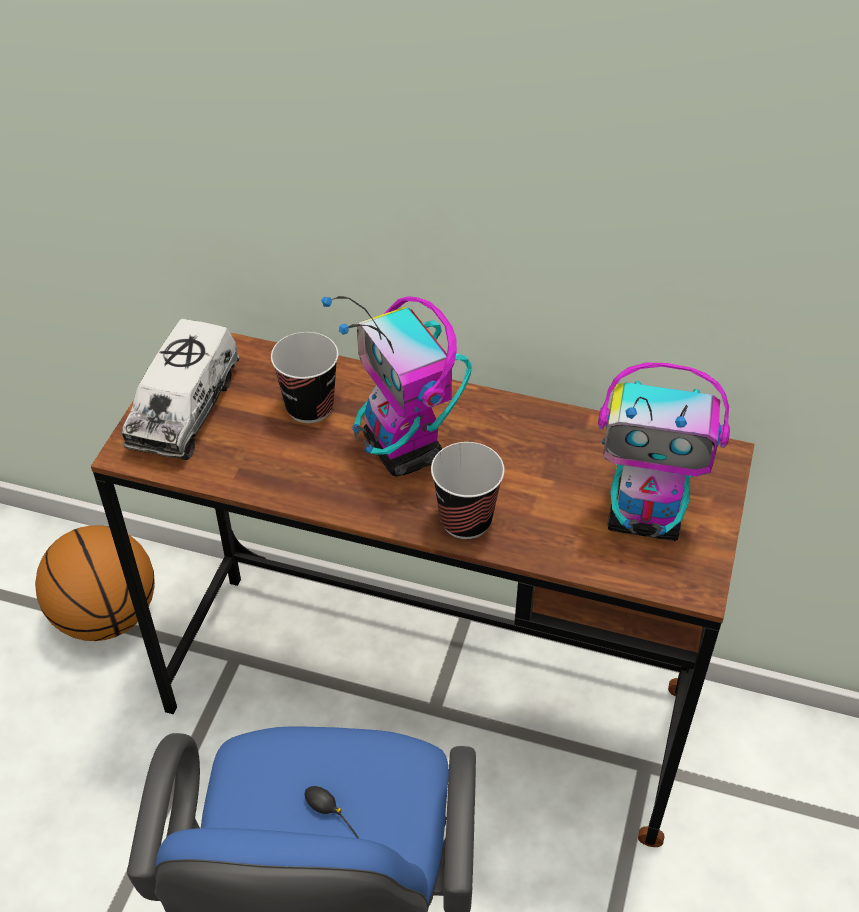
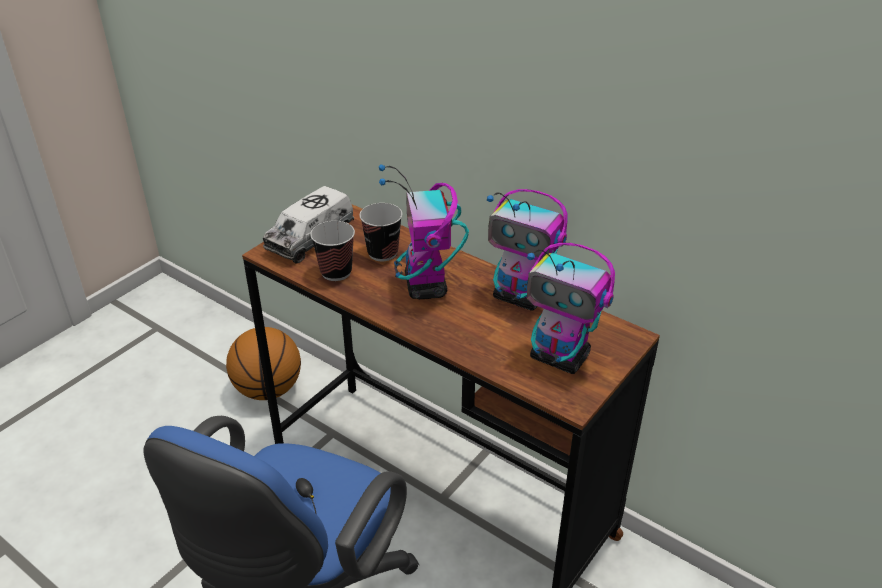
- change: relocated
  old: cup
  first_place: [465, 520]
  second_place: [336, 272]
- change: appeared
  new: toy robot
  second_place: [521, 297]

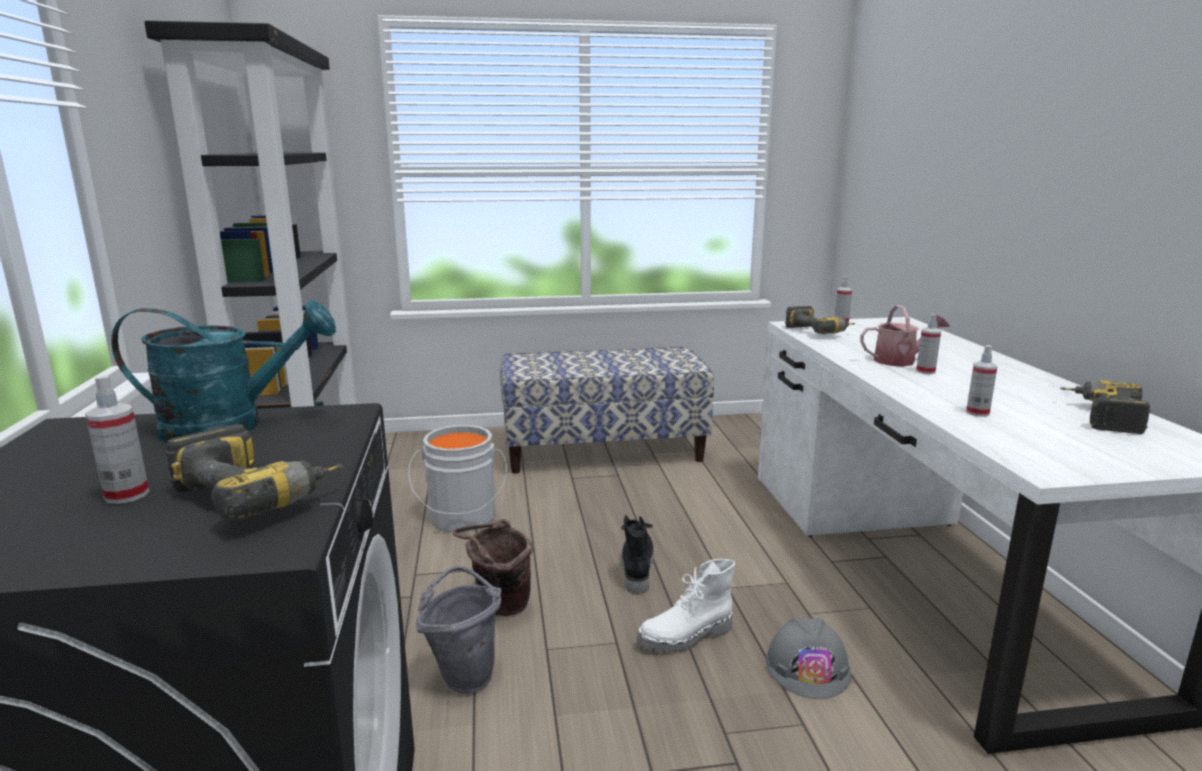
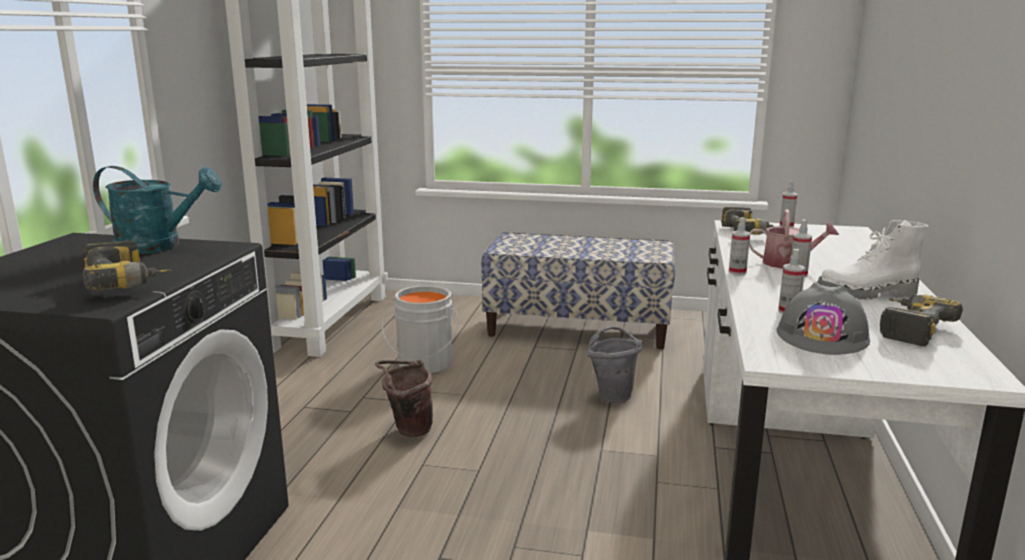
- change: relocated
  old: spray bottle
  first_place: [127, 495]
  second_place: [737, 272]
- change: missing
  old: black boot
  first_place: [636, 568]
- change: relocated
  old: white boot
  first_place: [686, 638]
  second_place: [867, 294]
- change: relocated
  old: grey bucket
  first_place: [464, 674]
  second_place: [613, 395]
- change: relocated
  old: grey hard hat
  first_place: [808, 667]
  second_place: [822, 336]

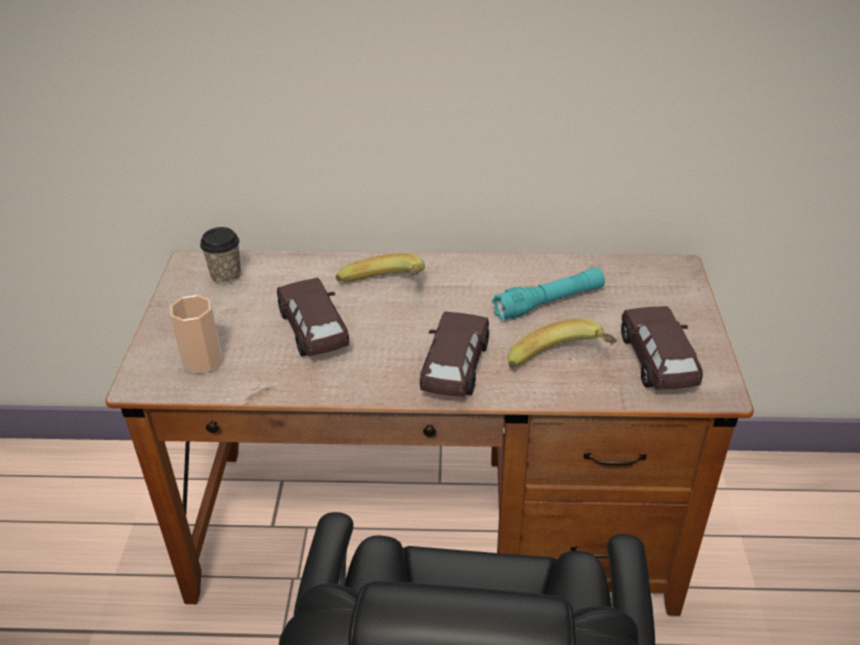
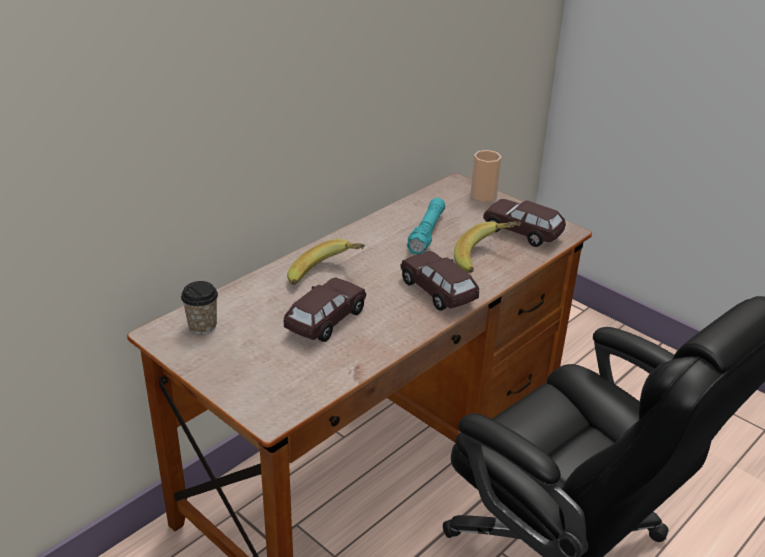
- change: spun
  old: brown toy car
  first_place: [314, 330]
  second_place: [325, 321]
  degrees: 105
- change: relocated
  old: cup
  first_place: [202, 360]
  second_place: [483, 195]

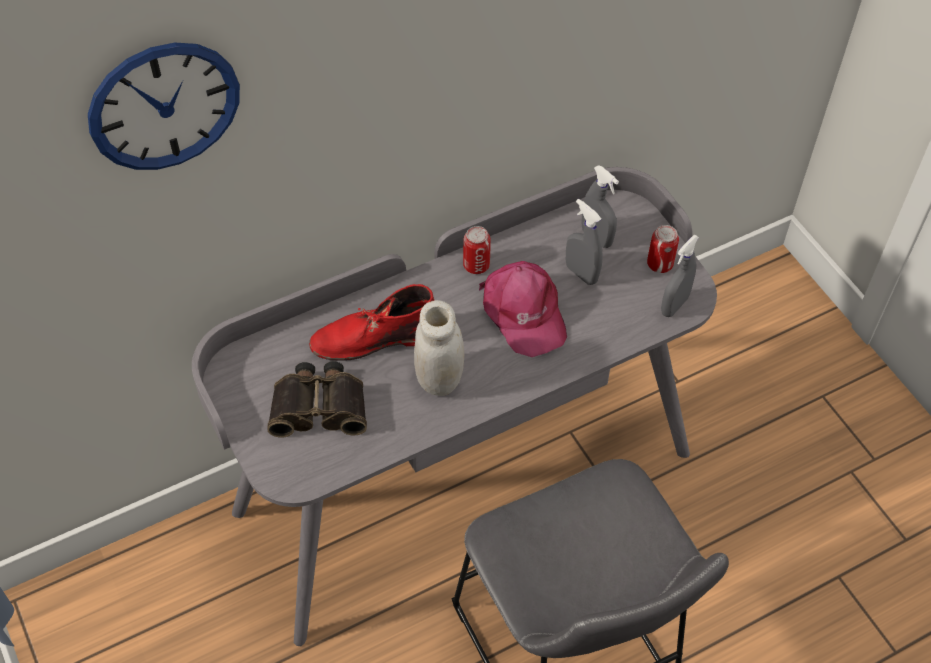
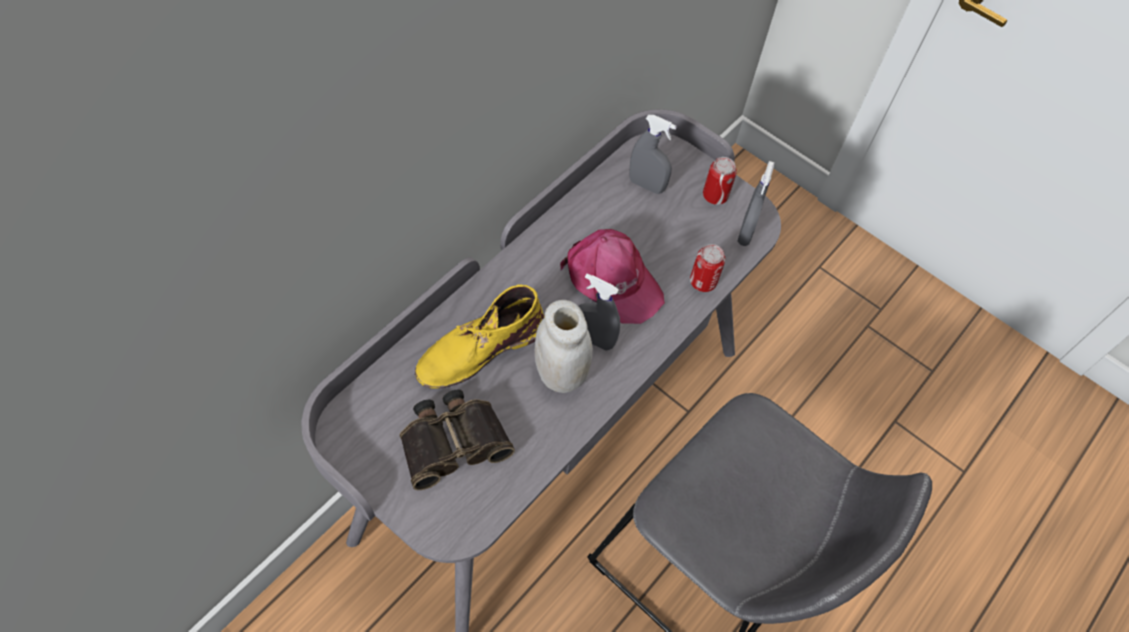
- change: missing
  old: wall clock
  first_place: [164, 106]
- change: relocated
  old: grey spray bottle
  first_place: [581, 273]
  second_place: [594, 339]
- change: relocated
  old: can
  first_place: [476, 265]
  second_place: [703, 281]
- change: colour
  old: red boot
  new: yellow boot
  first_place: [376, 337]
  second_place: [479, 349]

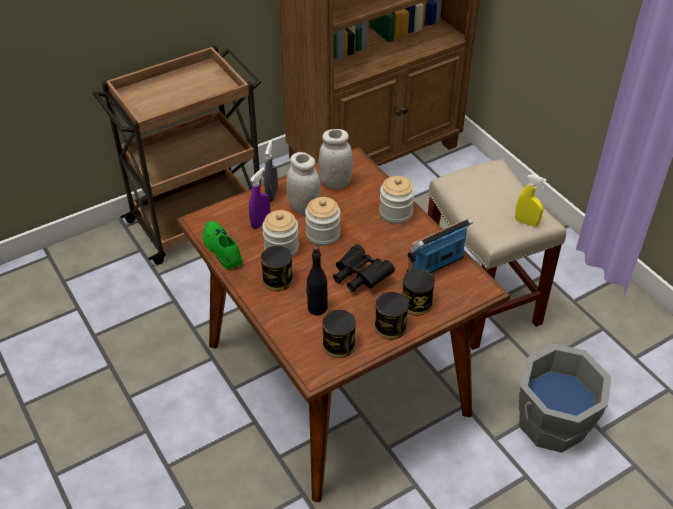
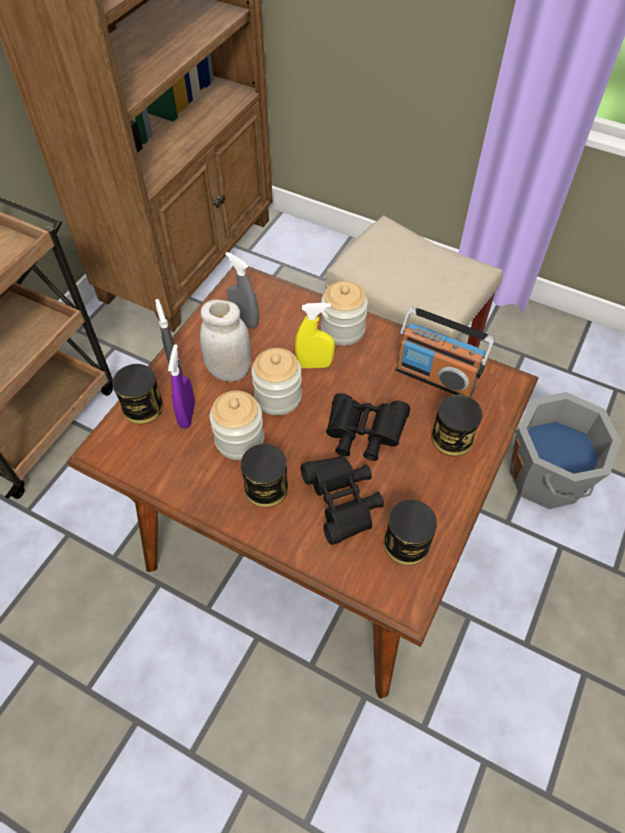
- change: exchanged
  old: white jar
  new: grey spray bottle
  first_place: [335, 183]
  second_place: [244, 321]
- change: relocated
  old: yellow spray bottle
  first_place: [526, 222]
  second_place: [314, 364]
- change: spun
  old: radio
  first_place: [435, 265]
  second_place: [435, 377]
  degrees: -90
- change: missing
  old: green shoe
  first_place: [222, 249]
- change: exchanged
  old: black bottle
  new: black binoculars
  first_place: [317, 308]
  second_place: [343, 504]
- change: relocated
  old: can
  first_place: [390, 327]
  second_place: [143, 407]

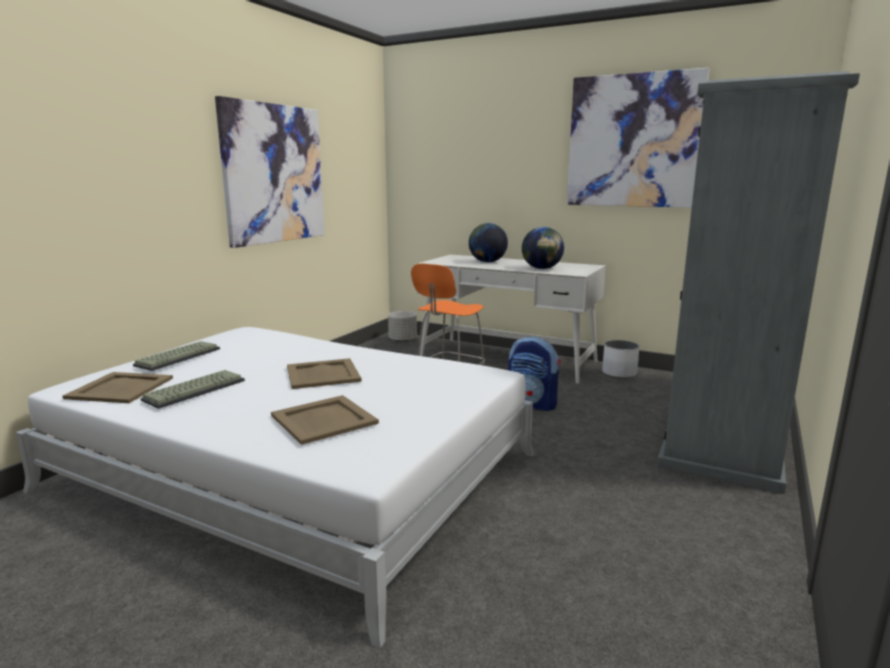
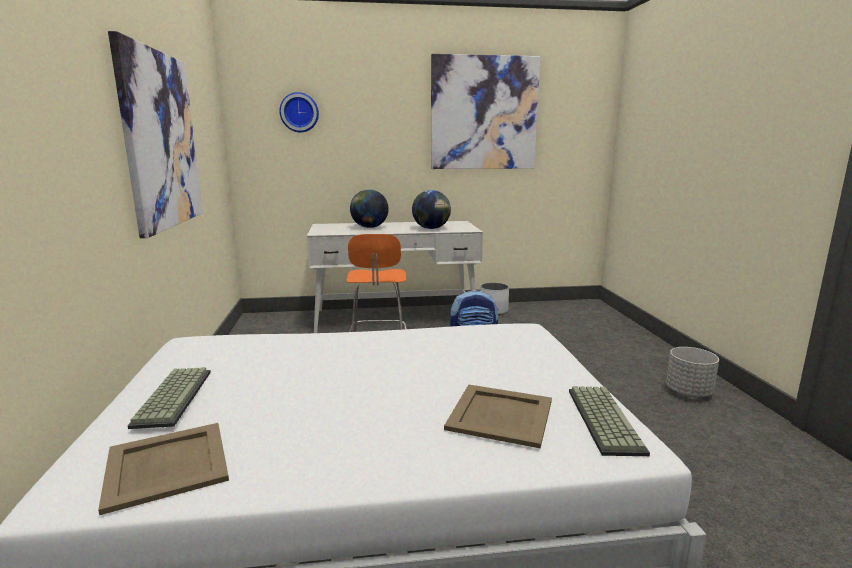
- change: missing
  old: grey wardrobe
  first_place: [726, 423]
- change: relocated
  old: grey planter
  first_place: [402, 340]
  second_place: [688, 392]
- change: missing
  old: beige tray
  first_place: [322, 374]
- change: relocated
  old: keyboard
  first_place: [195, 389]
  second_place: [601, 419]
- change: appeared
  new: wall clock
  second_place: [299, 112]

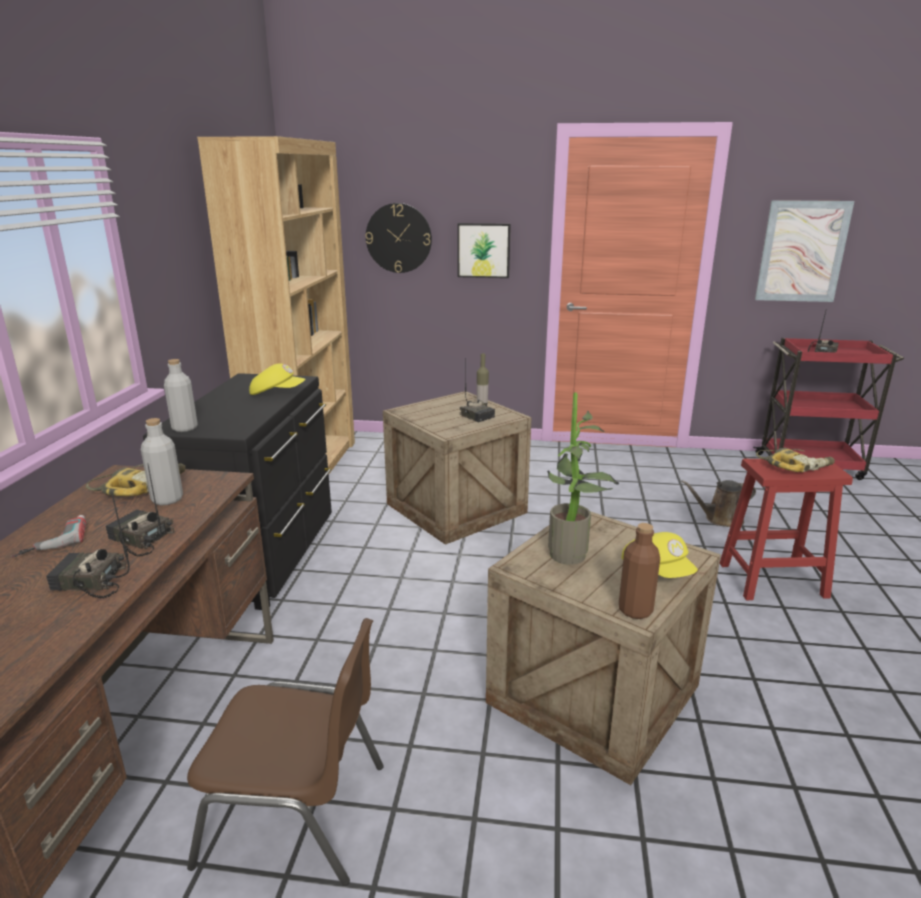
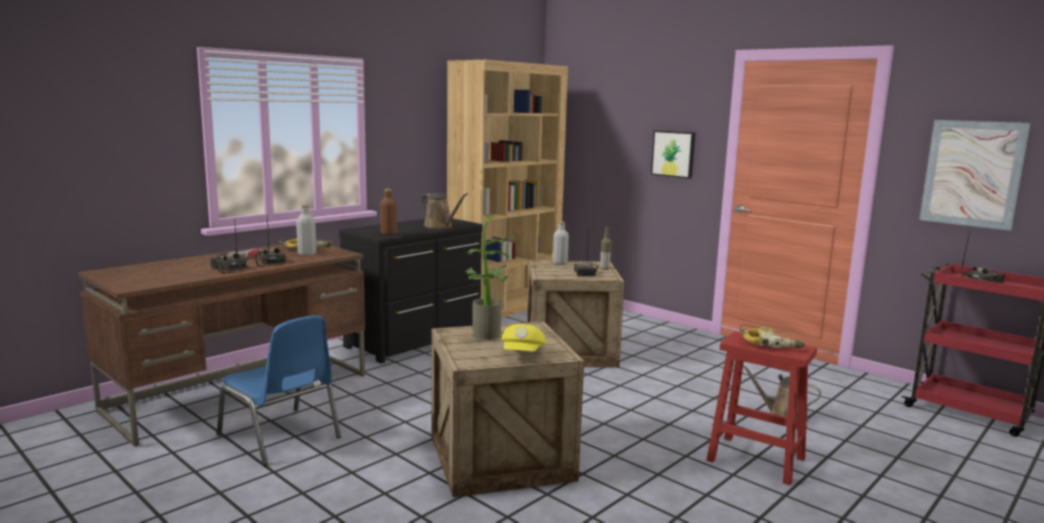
- change: missing
  old: wall clock
  first_place: [398, 238]
- change: relocated
  old: grey bottle
  first_place: [185, 428]
  second_place: [560, 263]
- change: exchanged
  old: yellow cap
  new: brown watering can
  first_place: [277, 393]
  second_place: [440, 226]
- change: relocated
  old: brown bottle
  first_place: [635, 610]
  second_place: [388, 234]
- change: colour
  old: brown chair
  new: blue chair
  first_place: [297, 813]
  second_place: [281, 437]

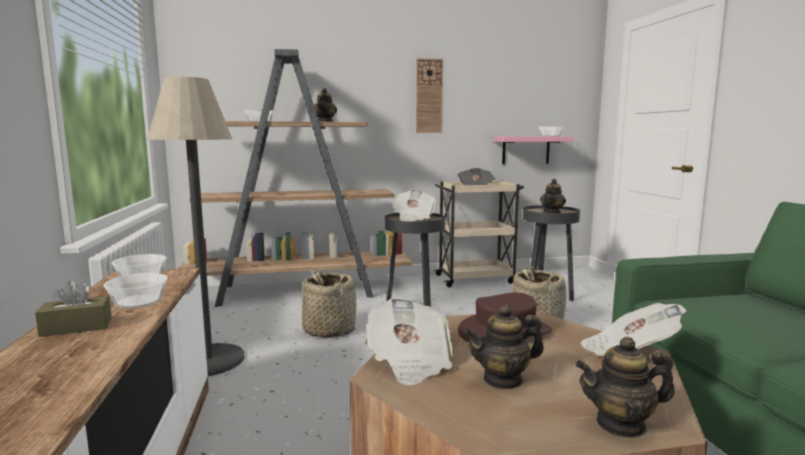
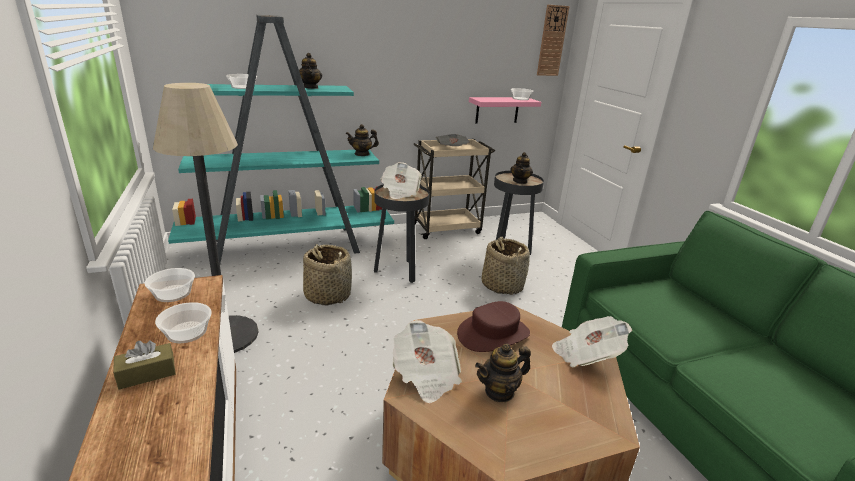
- change: colour
  old: brown bookcase
  new: turquoise bookcase
  first_place: [299, 291]
  second_place: [290, 246]
- change: relocated
  old: wall clock
  first_place: [429, 96]
  second_place: [552, 41]
- change: relocated
  old: teapot
  first_place: [621, 424]
  second_place: [362, 154]

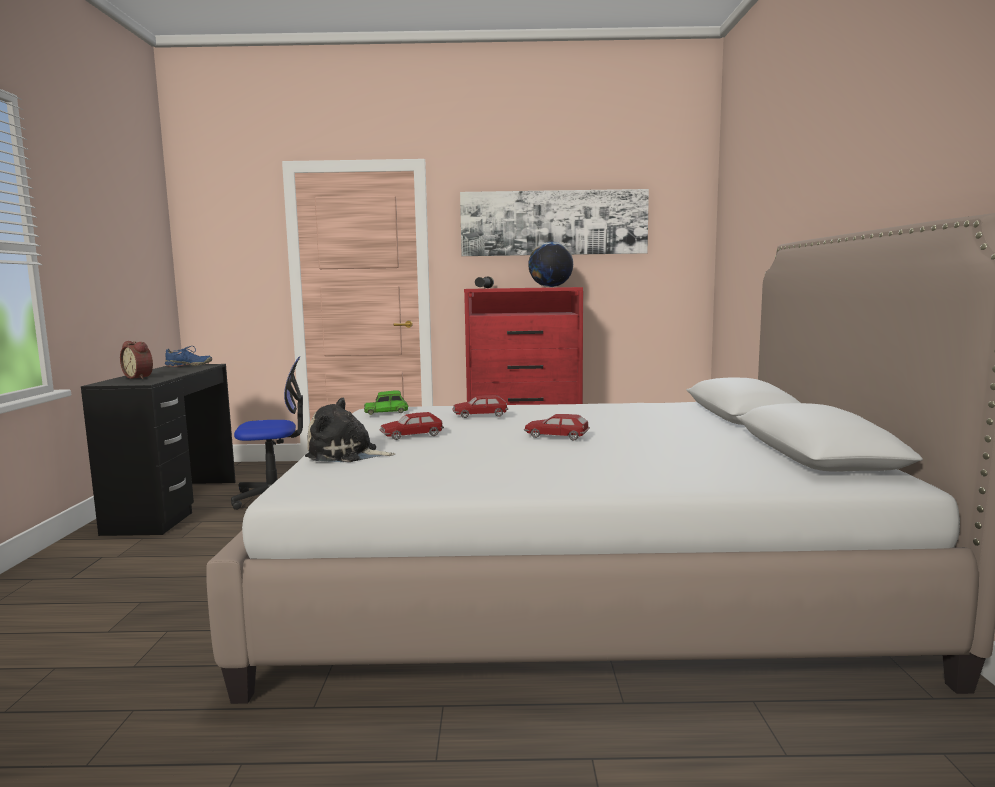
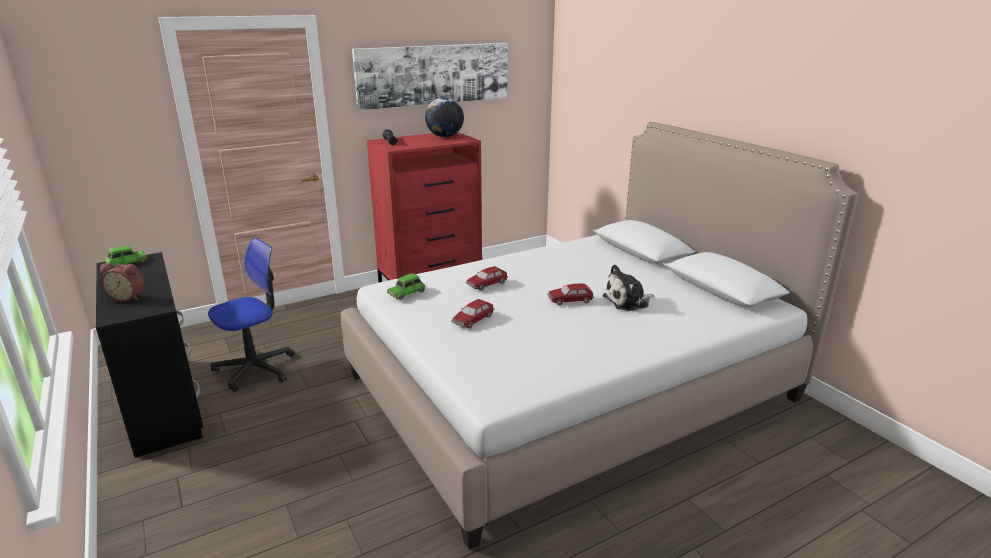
- change: exchanged
  old: blue shoe
  new: green toy car
  first_place: [188, 365]
  second_place: [127, 262]
- change: relocated
  old: plush toy
  first_place: [346, 455]
  second_place: [628, 301]

